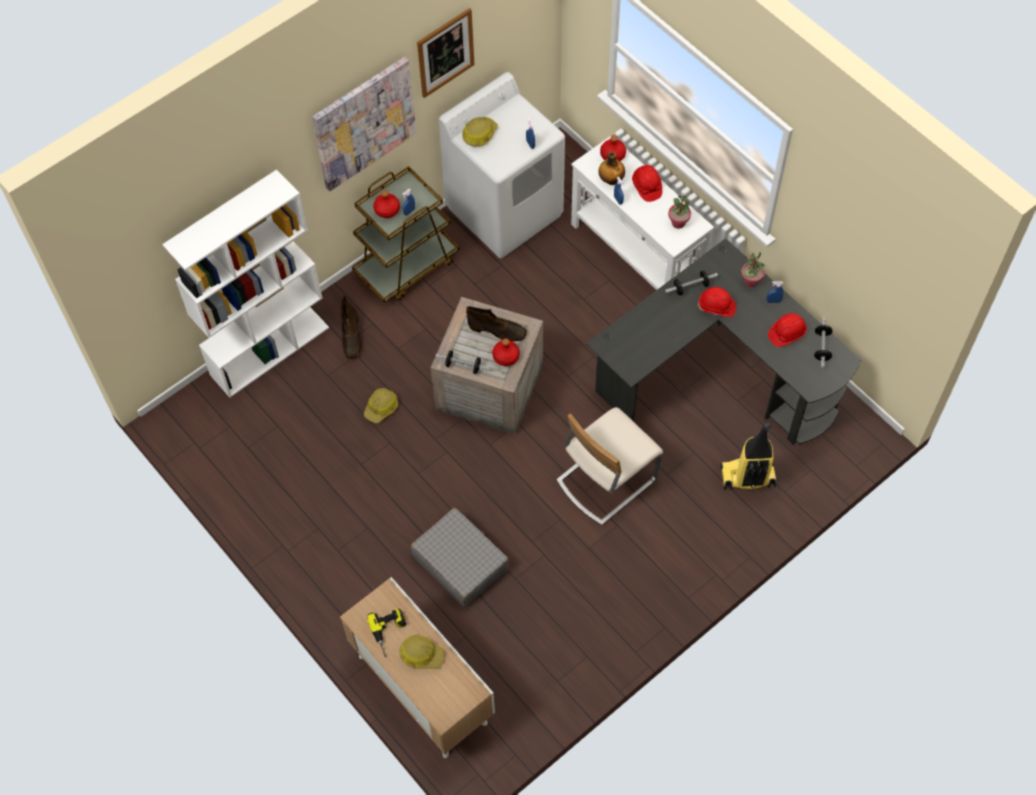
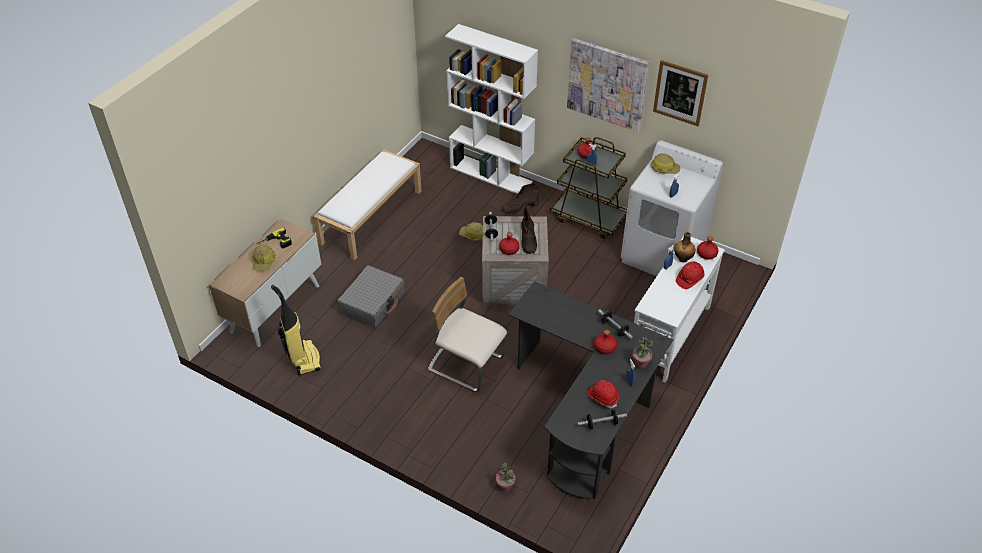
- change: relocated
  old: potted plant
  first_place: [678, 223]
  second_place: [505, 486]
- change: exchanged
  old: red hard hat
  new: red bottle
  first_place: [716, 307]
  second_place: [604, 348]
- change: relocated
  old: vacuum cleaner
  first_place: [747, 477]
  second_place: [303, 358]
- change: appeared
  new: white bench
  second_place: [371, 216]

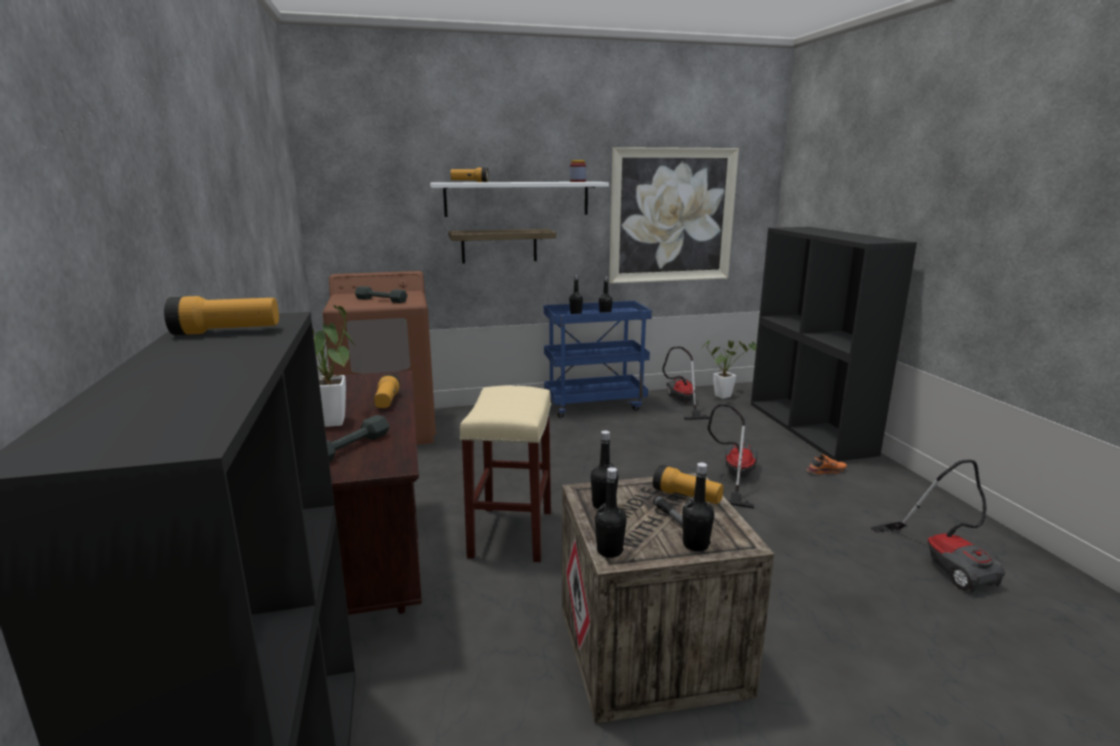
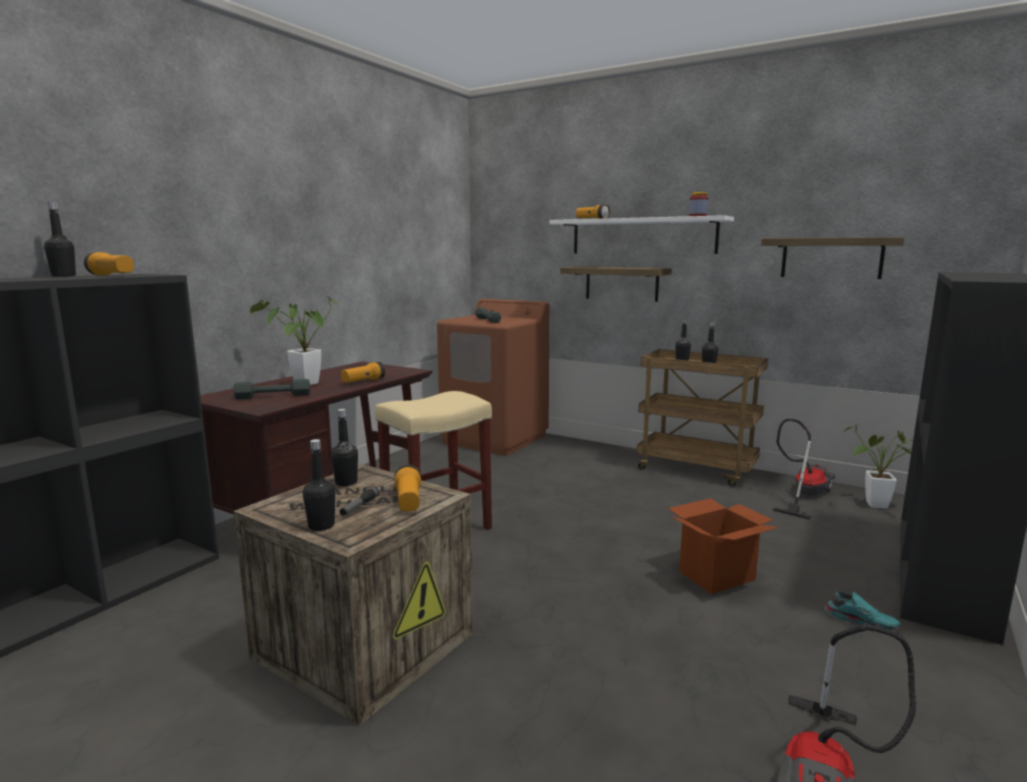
- change: exchanged
  old: picture
  new: shelf
  first_place: [672, 216]
  second_place: [831, 258]
- change: colour
  old: blue cart
  new: brown cart
  first_place: [595, 405]
  second_place: [697, 469]
- change: exchanged
  old: vacuum cleaner
  new: cardboard box
  first_place: [734, 477]
  second_place: [717, 576]
- change: colour
  old: orange shoe
  new: turquoise shoe
  first_place: [825, 471]
  second_place: [860, 620]
- change: relocated
  old: black bottle
  first_place: [609, 551]
  second_place: [64, 276]

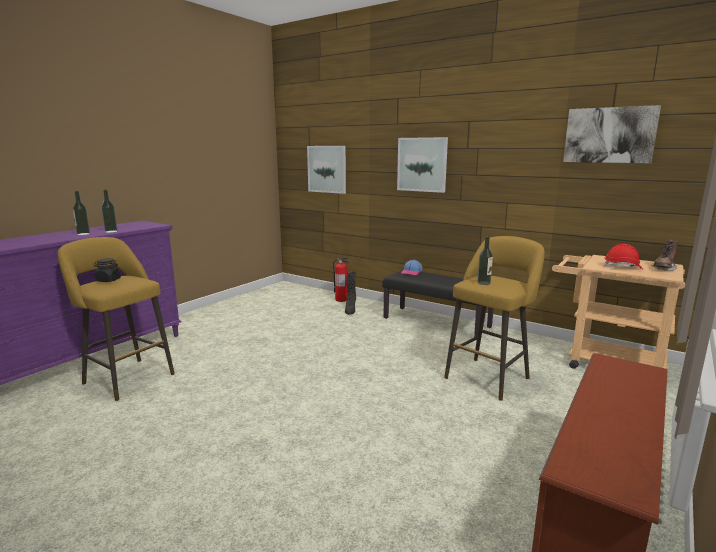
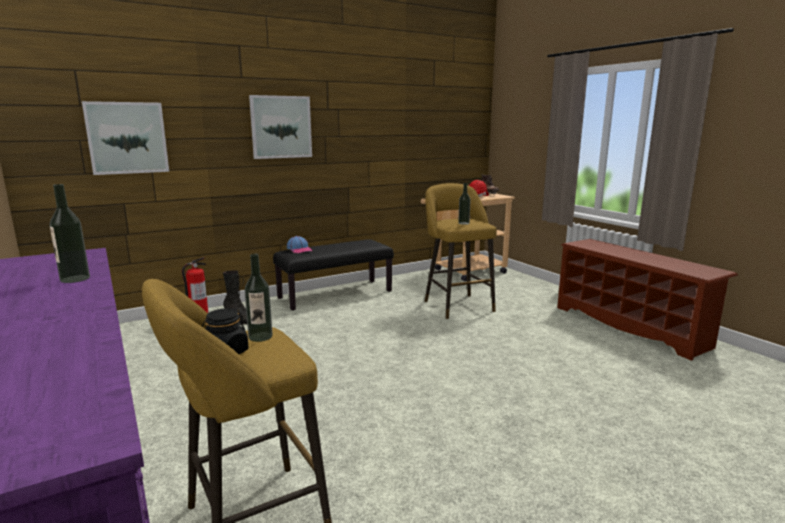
- change: missing
  old: picture
  first_place: [609, 135]
- change: relocated
  old: bottle
  first_place: [83, 234]
  second_place: [260, 337]

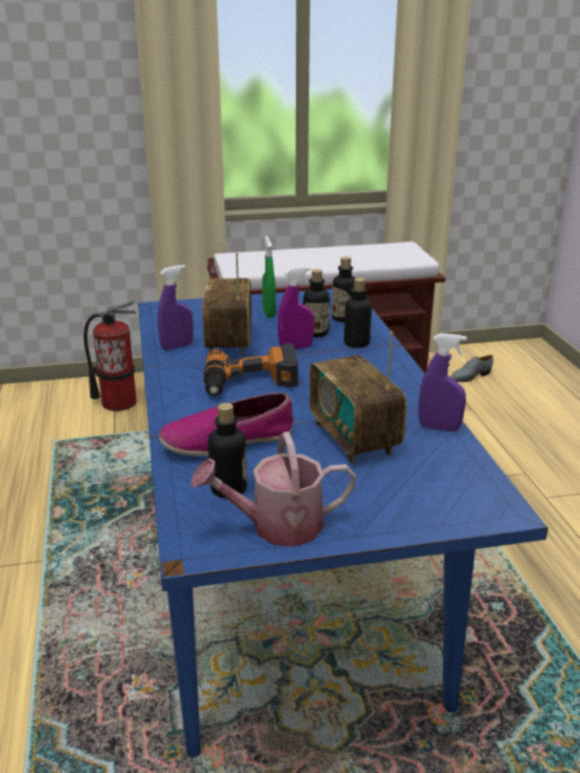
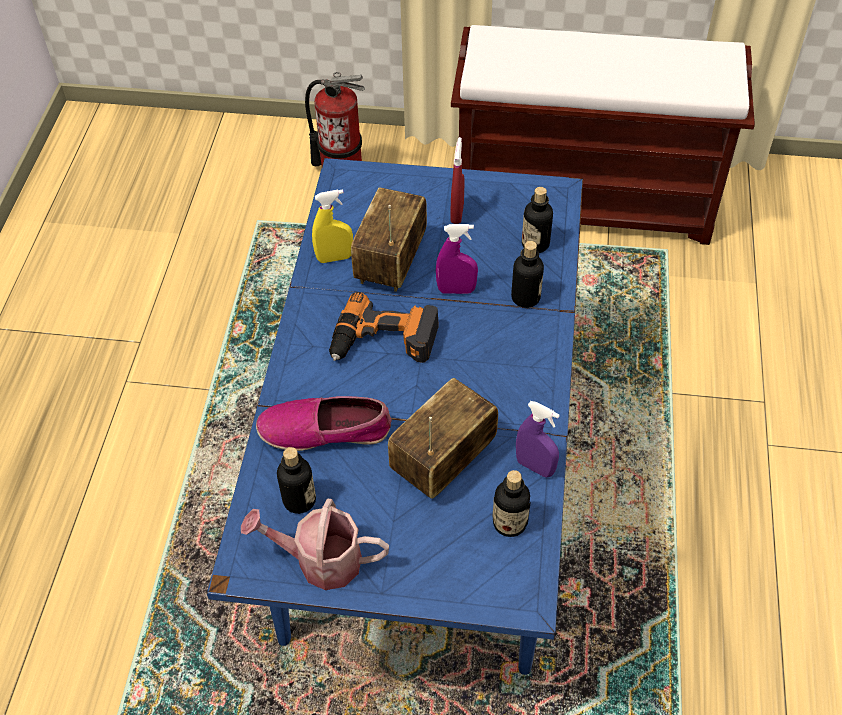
- change: colour
  old: green spray bottle
  new: red spray bottle
  first_place: [269, 313]
  second_place: [457, 213]
- change: colour
  old: purple spray bottle
  new: yellow spray bottle
  first_place: [177, 346]
  second_place: [334, 258]
- change: relocated
  old: bottle
  first_place: [316, 333]
  second_place: [509, 523]
- change: spun
  old: radio
  first_place: [354, 439]
  second_place: [443, 460]
  degrees: 45
- change: missing
  old: grey shoe
  first_place: [470, 376]

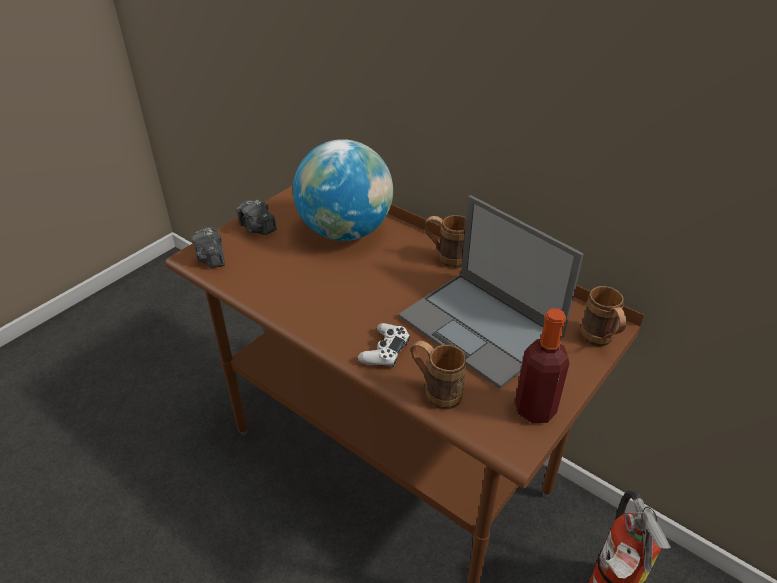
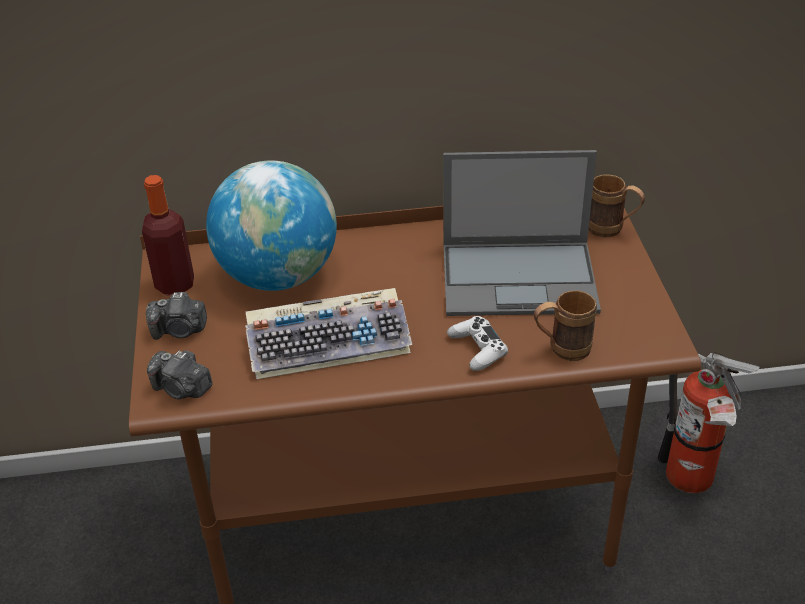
- change: missing
  old: brown mug
  first_place: [445, 258]
- change: relocated
  old: bottle
  first_place: [535, 409]
  second_place: [175, 284]
- change: appeared
  new: keyboard
  second_place: [330, 342]

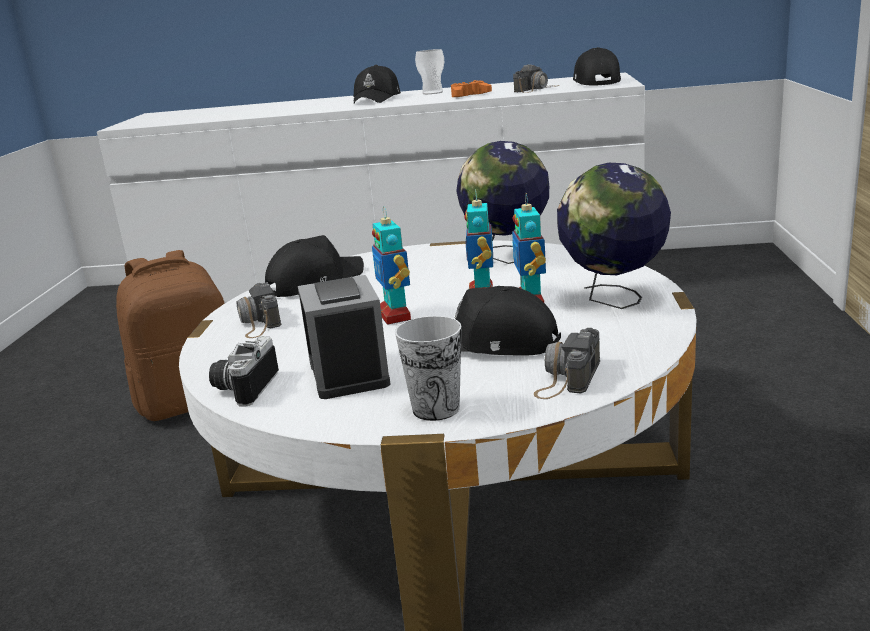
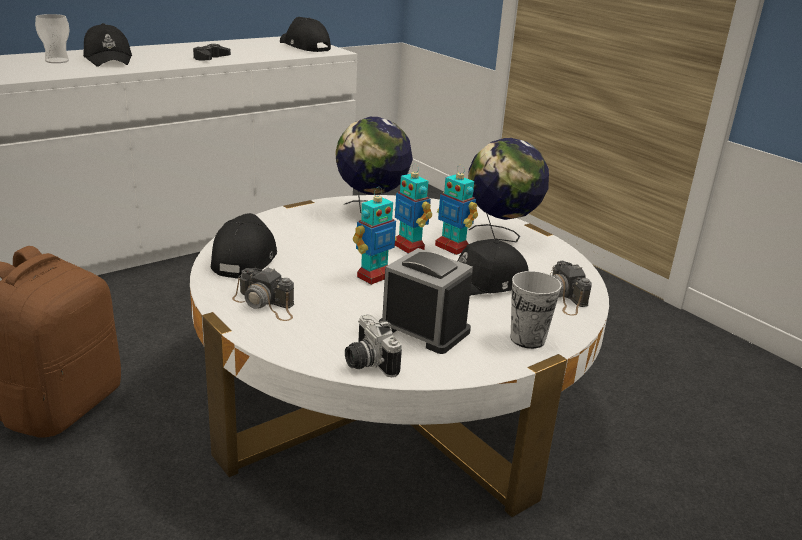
- change: relocated
  old: cup
  first_place: [432, 92]
  second_place: [57, 61]
- change: missing
  old: photo camera
  first_place: [536, 89]
- change: colour
  old: orange game controller
  new: black game controller
  first_place: [469, 95]
  second_place: [210, 58]
- change: spun
  old: toy robot
  first_place: [395, 316]
  second_place: [374, 276]
  degrees: -75

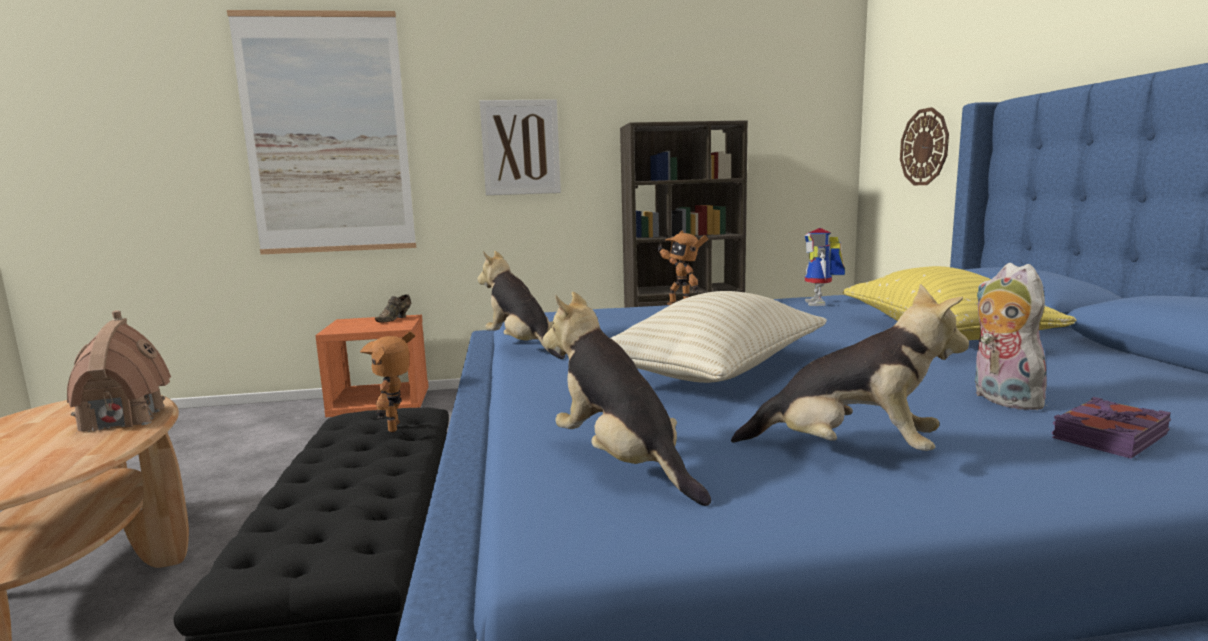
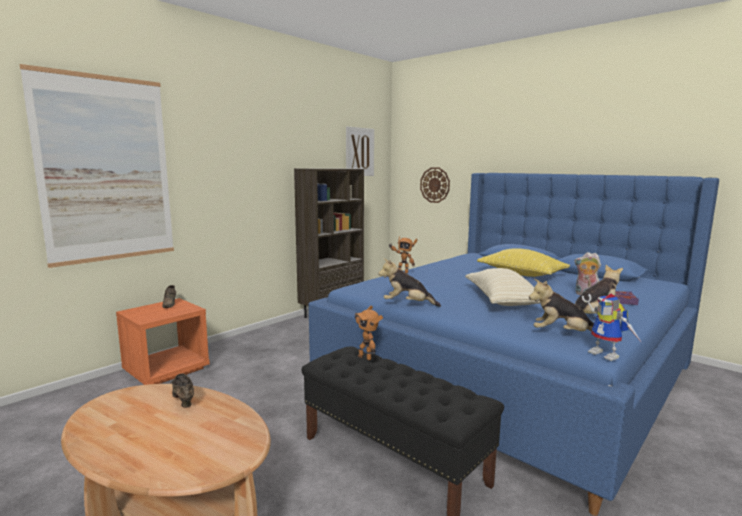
- change: relocated
  old: picture
  first_place: [521, 147]
  second_place: [359, 152]
- change: relocated
  old: toy robot
  first_place: [821, 304]
  second_place: [608, 355]
- change: exchanged
  old: toy house
  new: brown shoe
  first_place: [122, 419]
  second_place: [183, 400]

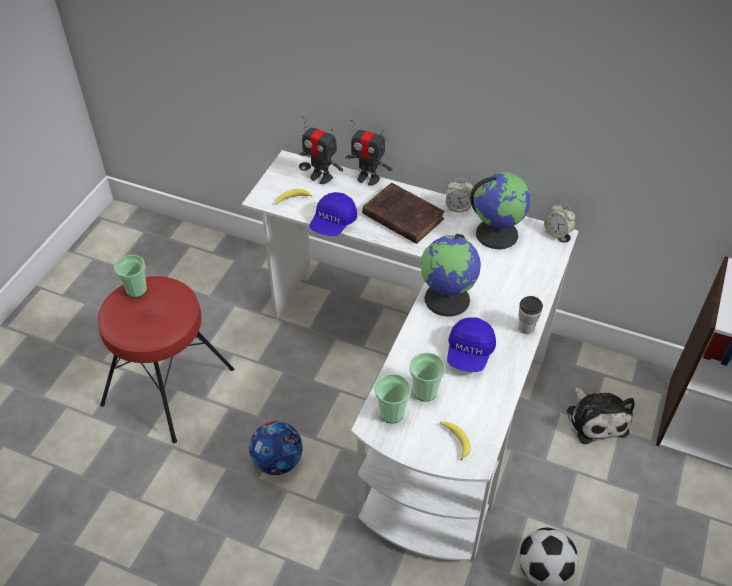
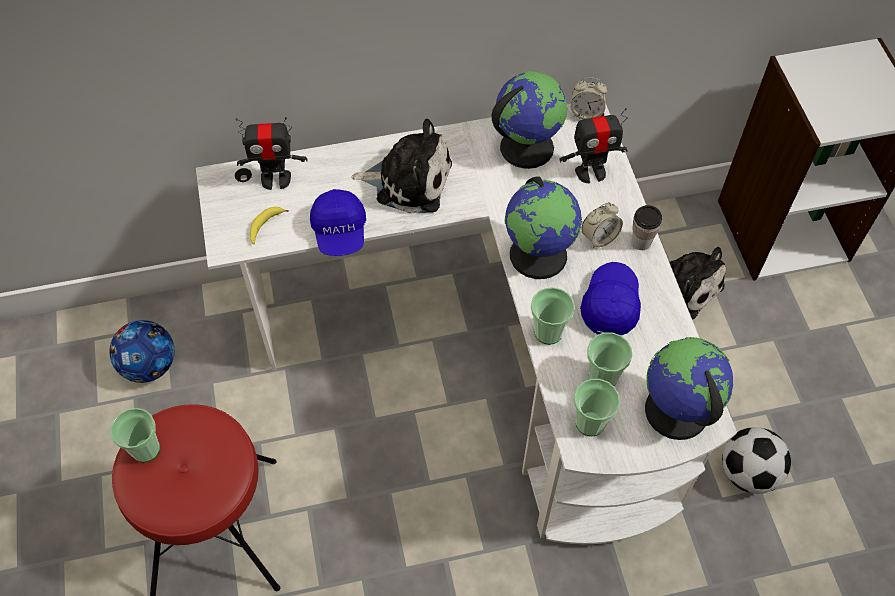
- change: relocated
  old: toy robot
  first_place: [368, 178]
  second_place: [591, 172]
- change: relocated
  old: alarm clock
  first_place: [458, 207]
  second_place: [599, 237]
- change: exchanged
  old: brown book
  new: plush toy
  first_place: [401, 216]
  second_place: [408, 180]
- change: spun
  old: blue cap
  first_place: [469, 353]
  second_place: [610, 305]
  degrees: -150
- change: relocated
  old: football
  first_place: [277, 461]
  second_place: [149, 365]
- change: exchanged
  old: banana
  new: globe
  first_place: [456, 440]
  second_place: [675, 411]
- change: appeared
  new: cup
  second_place: [548, 332]

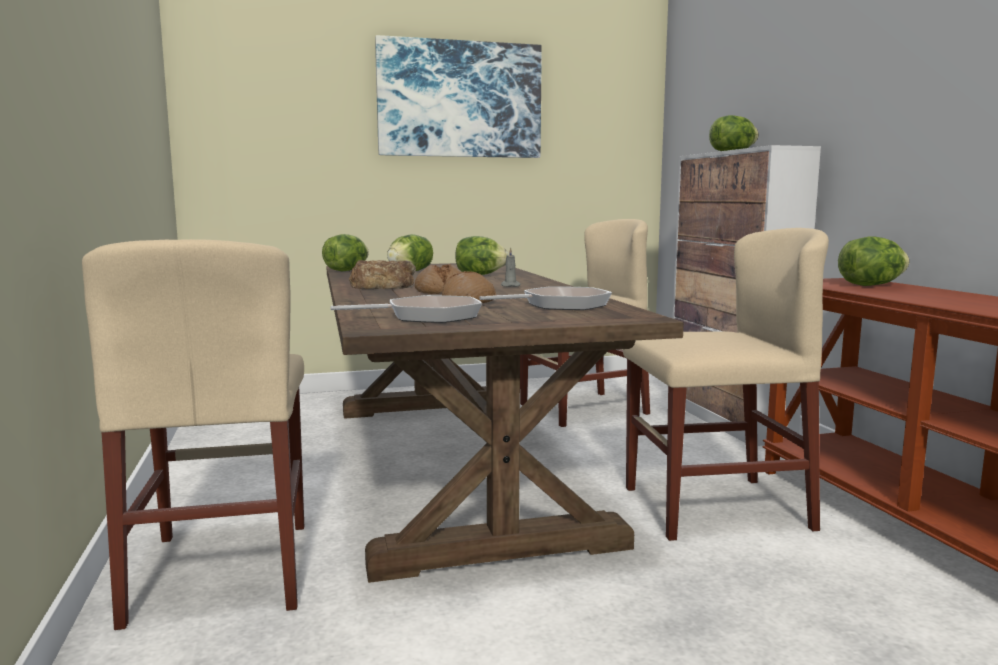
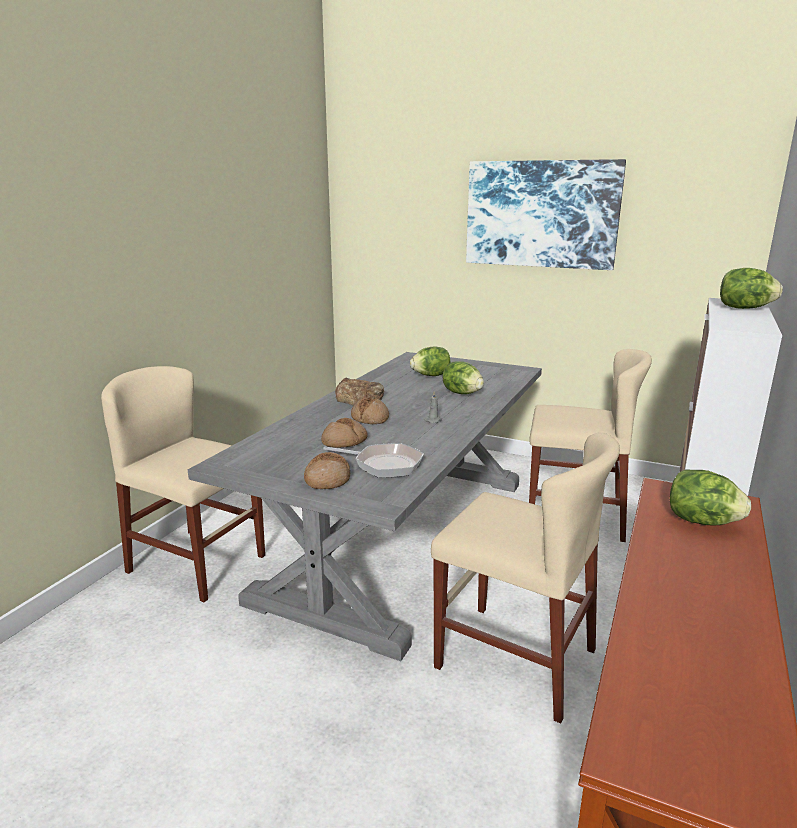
- change: missing
  old: lettuce
  first_place: [346, 271]
- change: spun
  old: beige chair
  first_place: [223, 570]
  second_place: [197, 564]
  degrees: 90
- change: colour
  old: brown dining table
  new: grey dining table
  first_place: [451, 464]
  second_place: [401, 535]
- change: missing
  old: frying pan
  first_place: [426, 316]
- change: appeared
  new: bread
  second_place: [327, 479]

